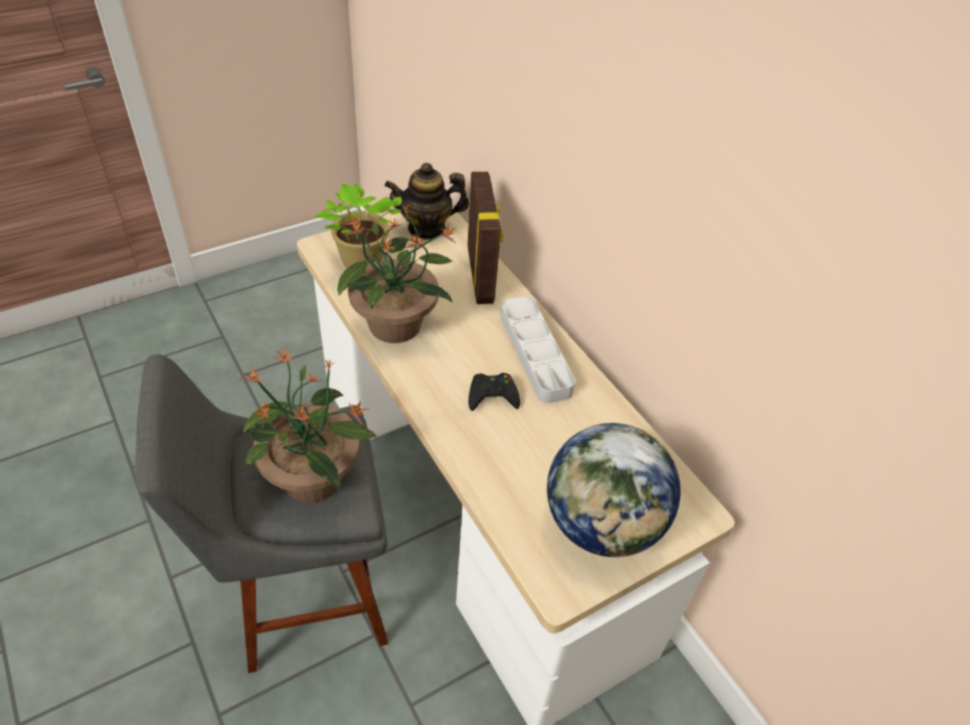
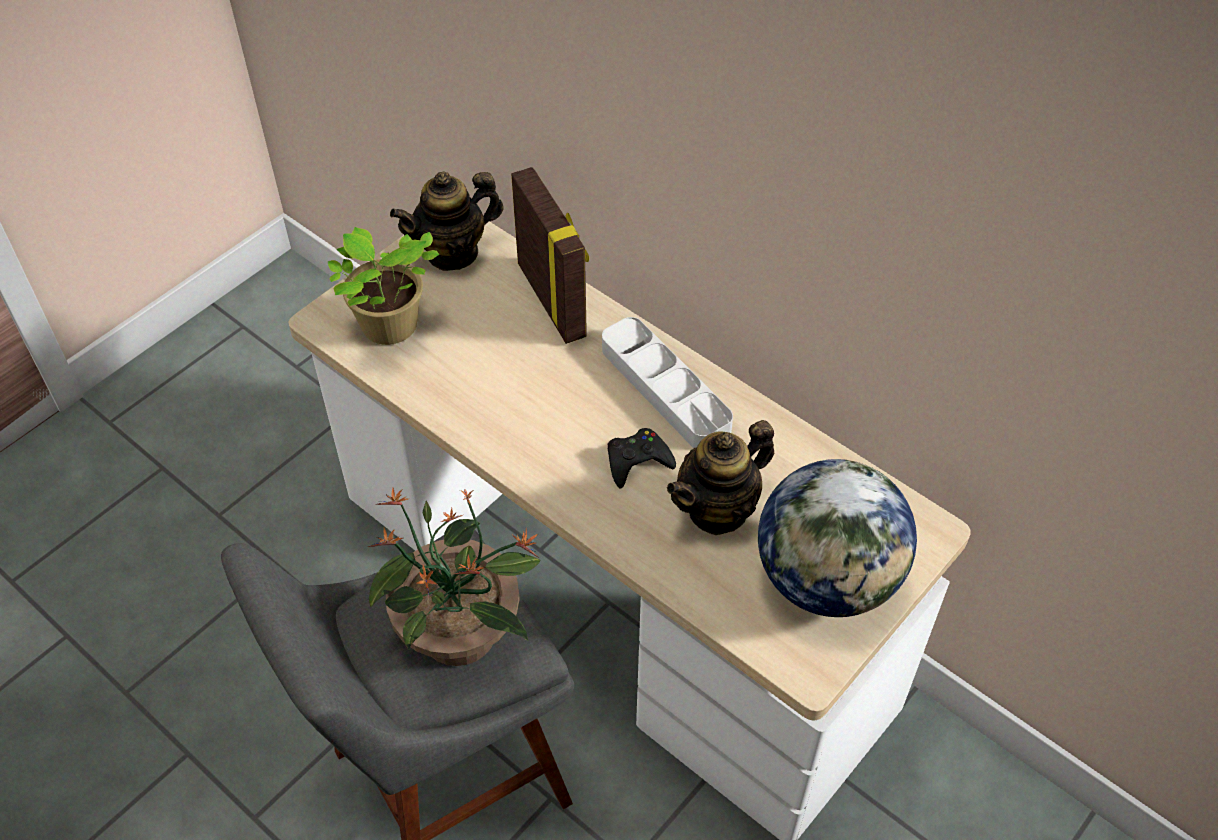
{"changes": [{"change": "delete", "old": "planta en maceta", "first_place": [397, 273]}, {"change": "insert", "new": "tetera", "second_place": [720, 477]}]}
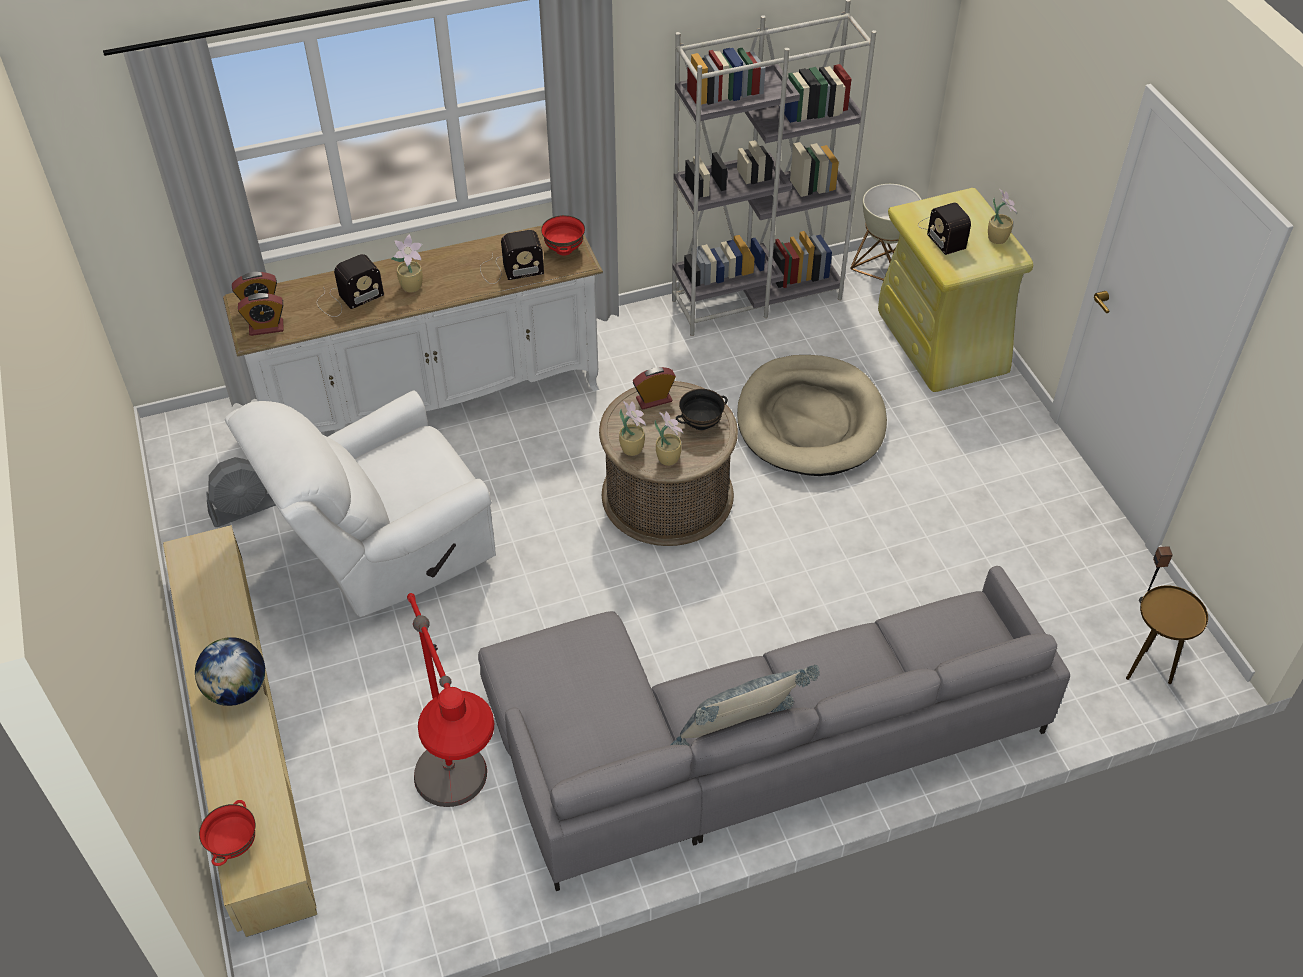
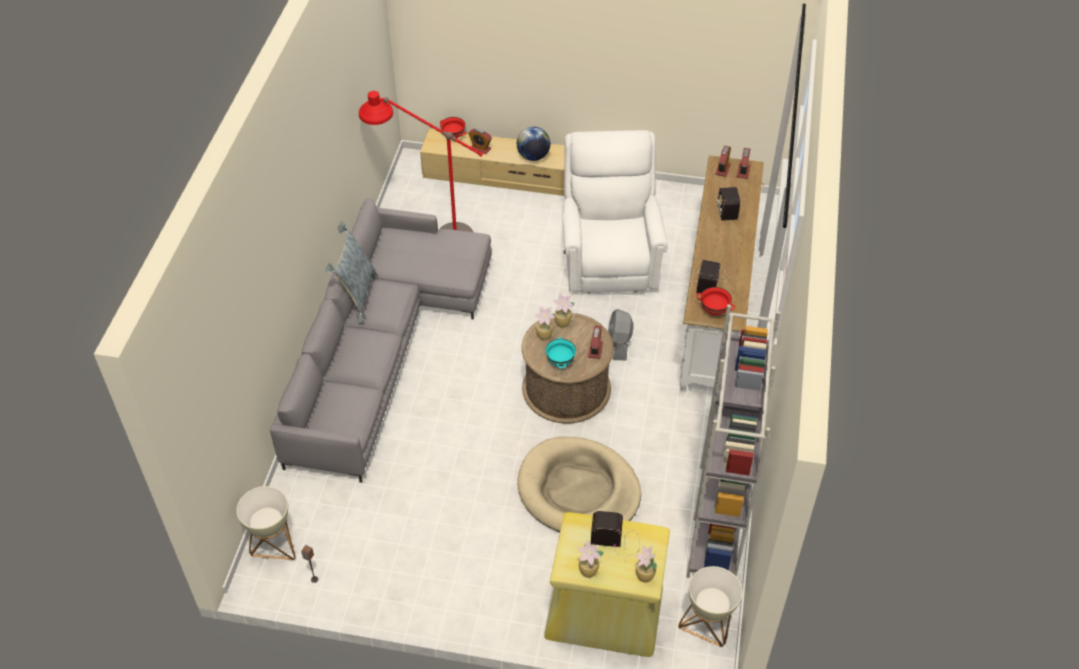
{"changes": [{"change": "insert", "new": "despertador", "second_place": [480, 141]}, {"change": "move", "old": "ventilador/gris", "first_place": [241, 492], "second_place": [621, 334]}, {"change": "move", "old": "planta en maceta", "first_place": [407, 263], "second_place": [646, 564]}, {"change": "replace", "old": "mesa auxiliar/marrón", "new": "maceta", "first_place": [1167, 634], "second_place": [266, 523]}, {"change": "recolor", "old": "cuenco/negro", "new": "cuenco/turquesa", "first_place": [702, 409], "second_place": [560, 352]}]}
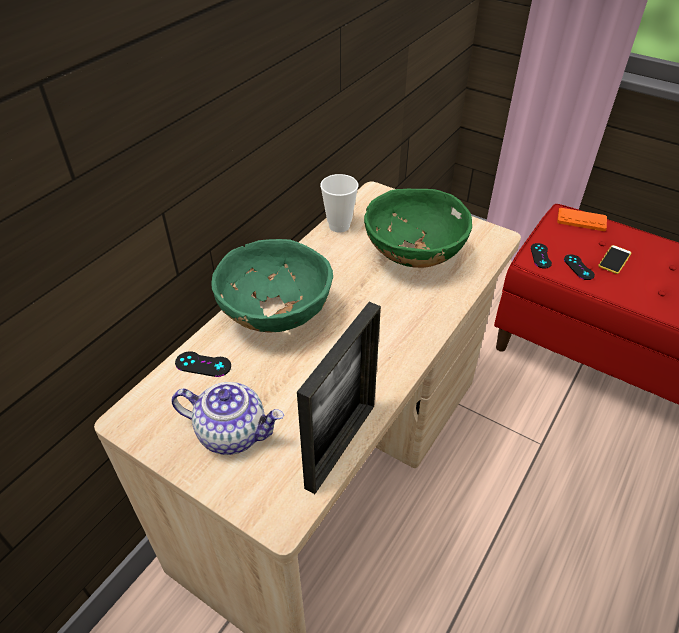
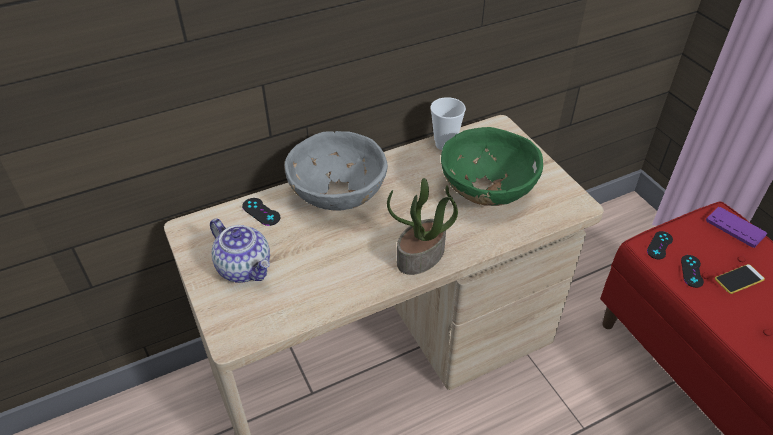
{"changes": [{"change": "delete", "old": "portarretratos", "first_place": [339, 398]}, {"change": "insert", "new": "planta en maceta", "second_place": [422, 226]}, {"change": "recolor", "old": "cuenco/verde", "new": "cuenco/gris", "first_place": [272, 286], "second_place": [336, 170]}, {"change": "recolor", "old": "mando de consola/naranja", "new": "mando de consola/morado", "first_place": [582, 219], "second_place": [736, 227]}]}
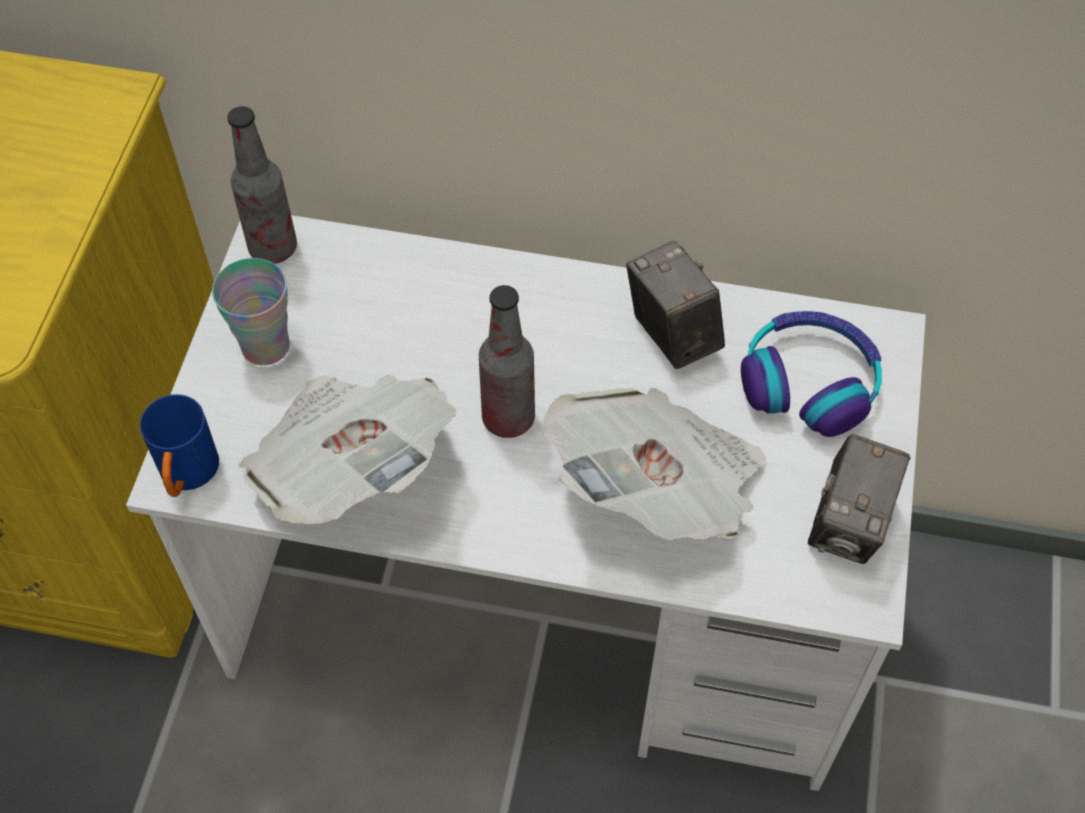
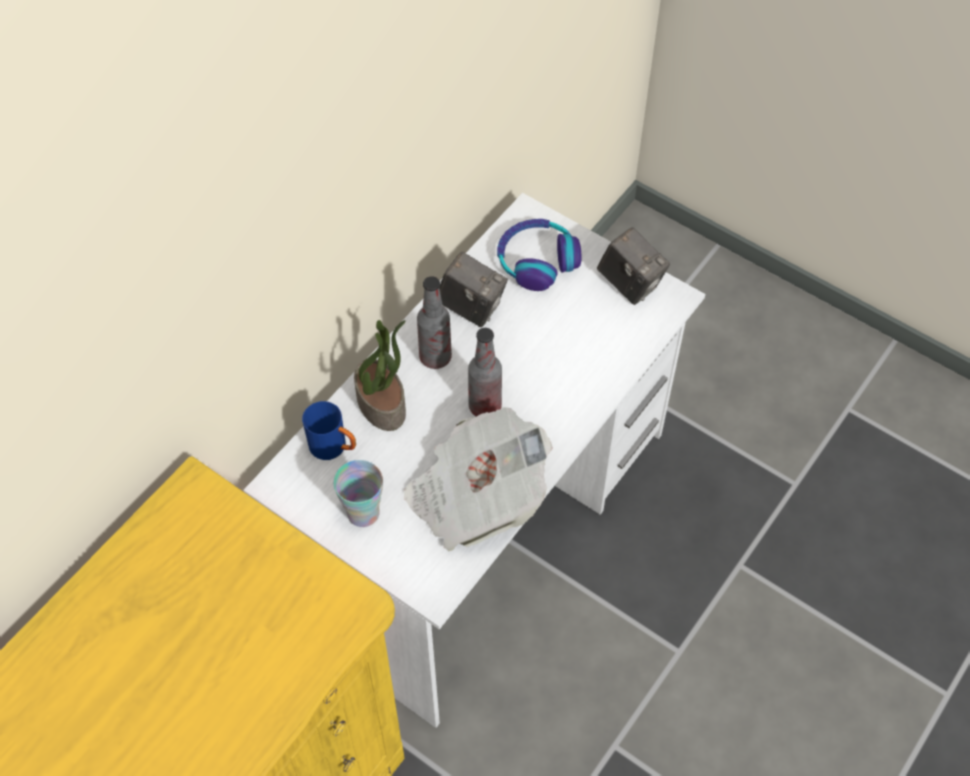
{"changes": [{"change": "delete", "old": "periódico", "first_place": [654, 464]}, {"change": "insert", "new": "planta en maceta", "second_place": [380, 375]}, {"change": "move", "old": "taza grande/azul", "first_place": [179, 445], "second_place": [329, 430]}, {"change": "move", "old": "botella", "first_place": [262, 185], "second_place": [434, 322]}, {"change": "rotate", "old": "cámara", "first_place": [675, 305], "second_place": [473, 289], "degrees": -150}]}
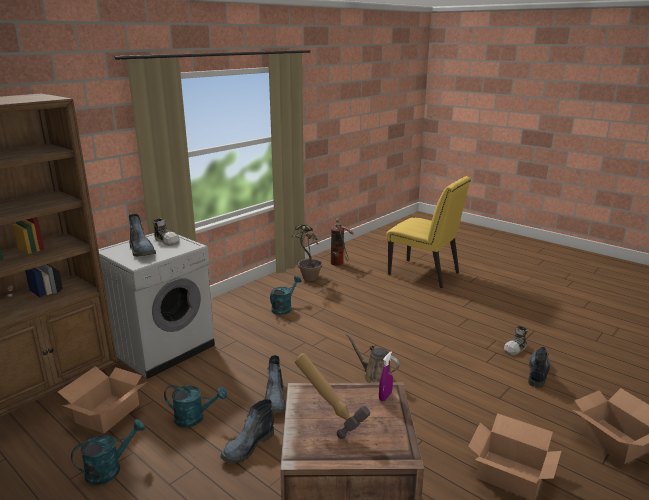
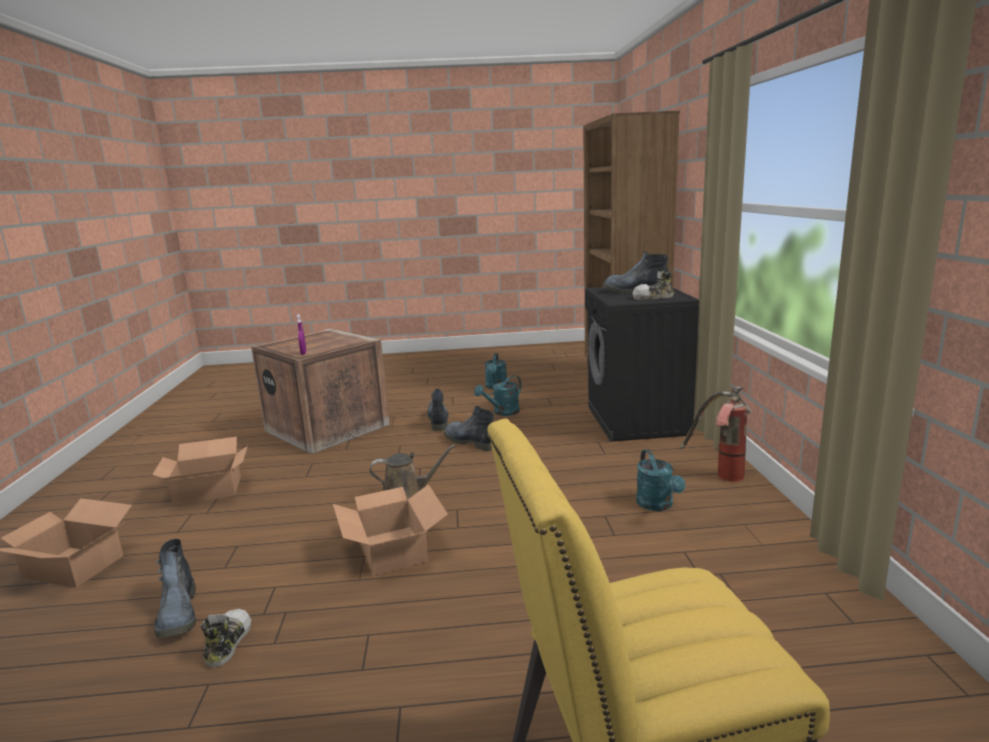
{"changes": [{"change": "delete", "old": "planta en maceta", "first_place": [306, 253]}, {"change": "delete", "old": "martillo", "first_place": [332, 396]}, {"change": "move", "old": "caja de cartón", "first_place": [102, 399], "second_place": [390, 530]}, {"change": "move", "old": "extintor", "first_place": [342, 242], "second_place": [715, 434]}, {"change": "recolor", "old": "lavadora/blanco", "new": "lavadora/negro", "first_place": [156, 306], "second_place": [642, 364]}]}
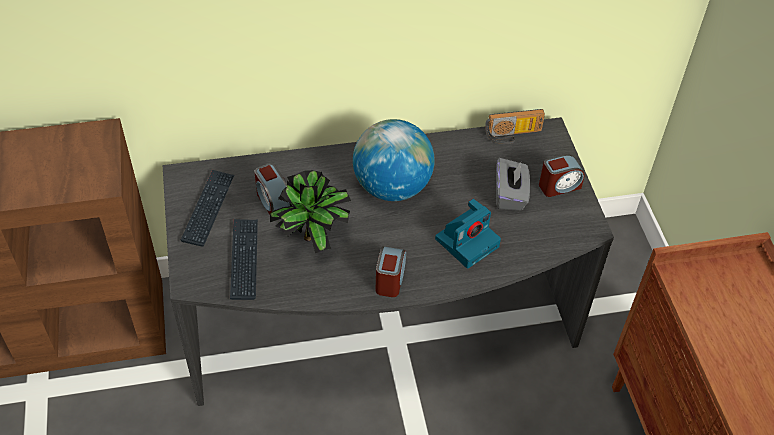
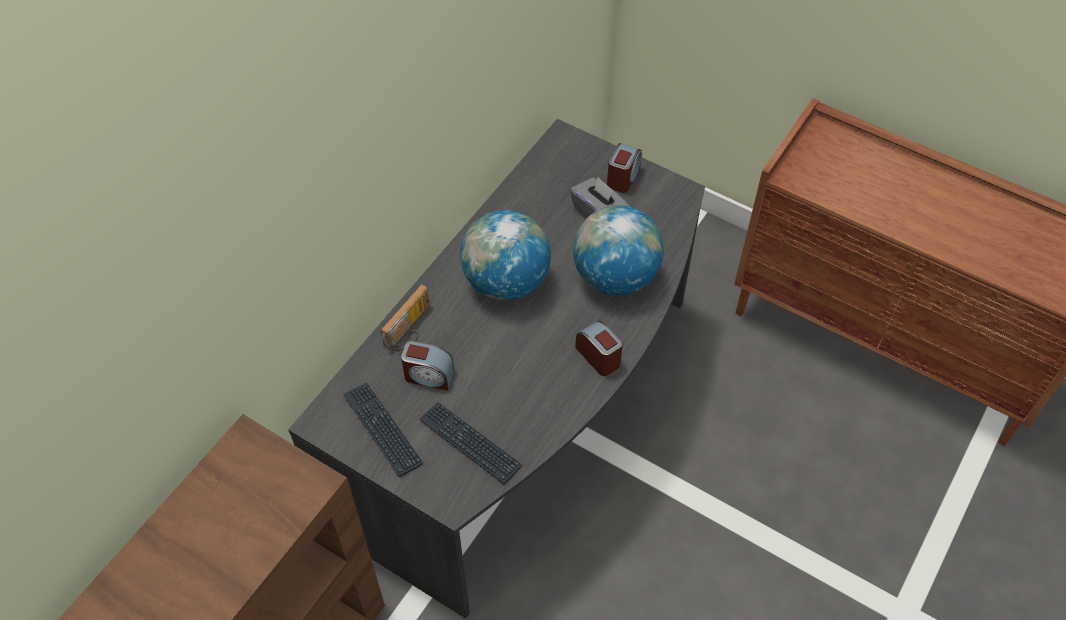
{"changes": [{"change": "delete", "old": "planta en maceta", "first_place": [310, 211]}, {"change": "move", "old": "radio", "first_place": [515, 126], "second_place": [405, 318]}, {"change": "replace", "old": "cámara", "new": "globo terráqueo", "first_place": [468, 234], "second_place": [618, 250]}]}
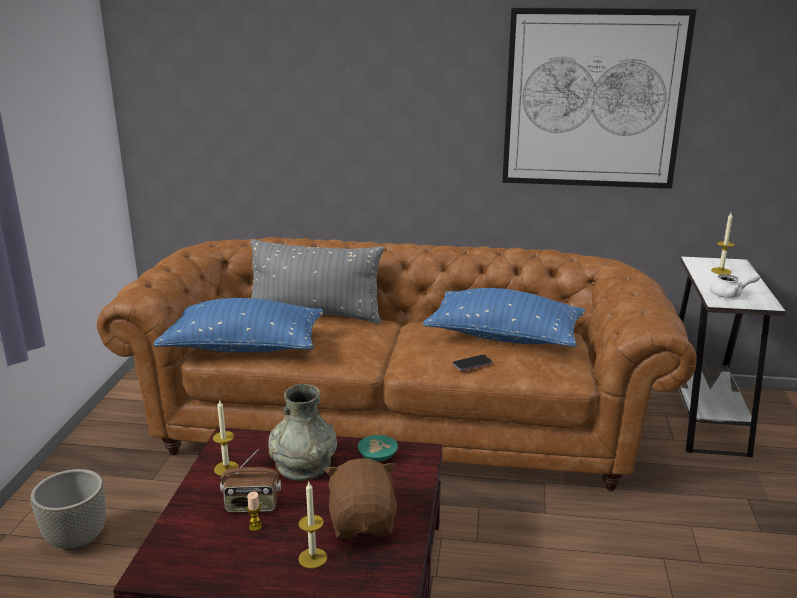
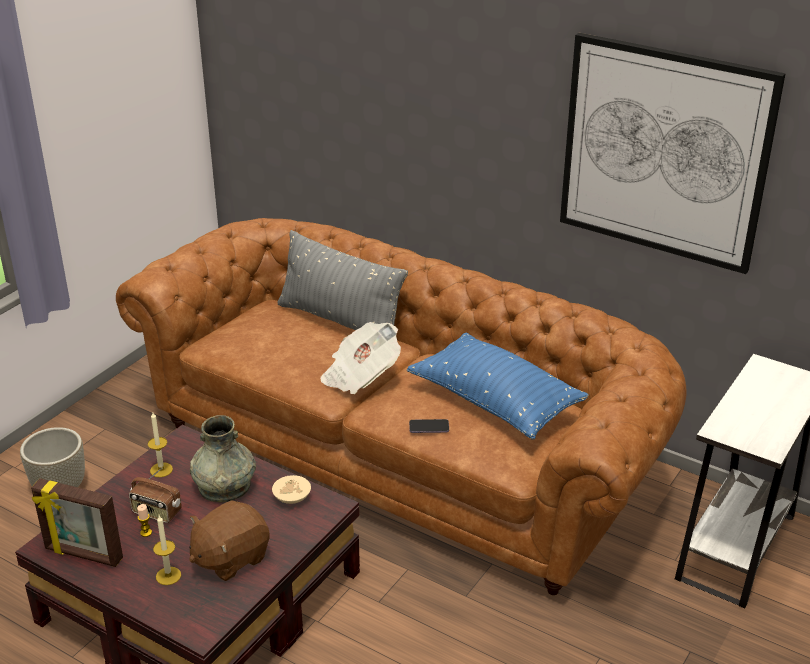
{"changes": [{"change": "delete", "old": "cojín/azul", "first_place": [238, 325]}, {"change": "delete", "old": "tetera/blanco", "first_place": [735, 285]}, {"change": "delete", "old": "vela", "first_place": [723, 244]}, {"change": "insert", "new": "portarretratos", "second_place": [77, 522]}, {"change": "insert", "new": "periódico", "second_place": [360, 358]}, {"change": "recolor", "old": "cuenco/turquesa", "new": "cuenco/beis", "first_place": [378, 448], "second_place": [291, 489]}, {"change": "rotate", "old": "peluche/marrón", "first_place": [360, 498], "second_place": [229, 540], "degrees": -150}]}
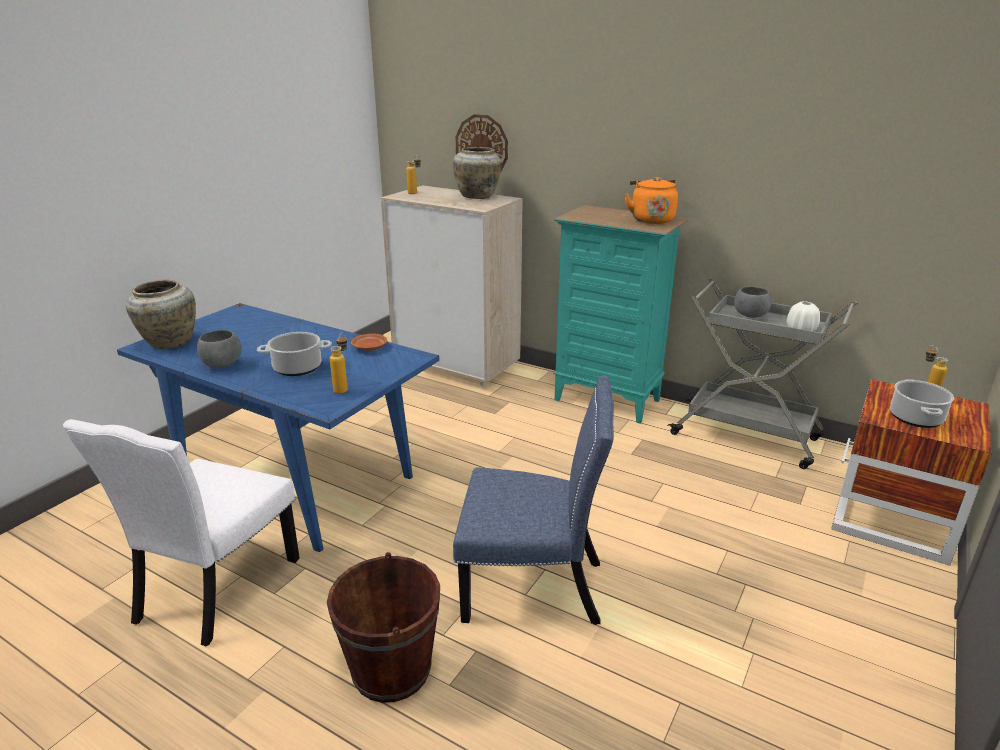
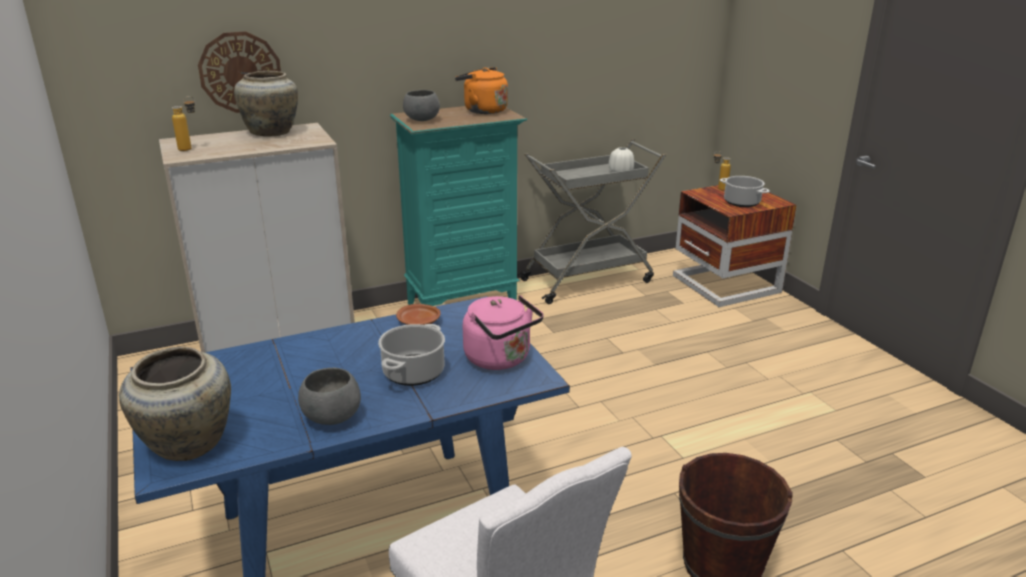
{"changes": [{"change": "delete", "old": "silla/azul", "first_place": [533, 500]}, {"change": "move", "old": "cuenco/gris", "first_place": [753, 302], "second_place": [421, 105]}, {"change": "replace", "old": "botella", "new": "hervidor/rosa", "first_place": [339, 363], "second_place": [503, 332]}]}
